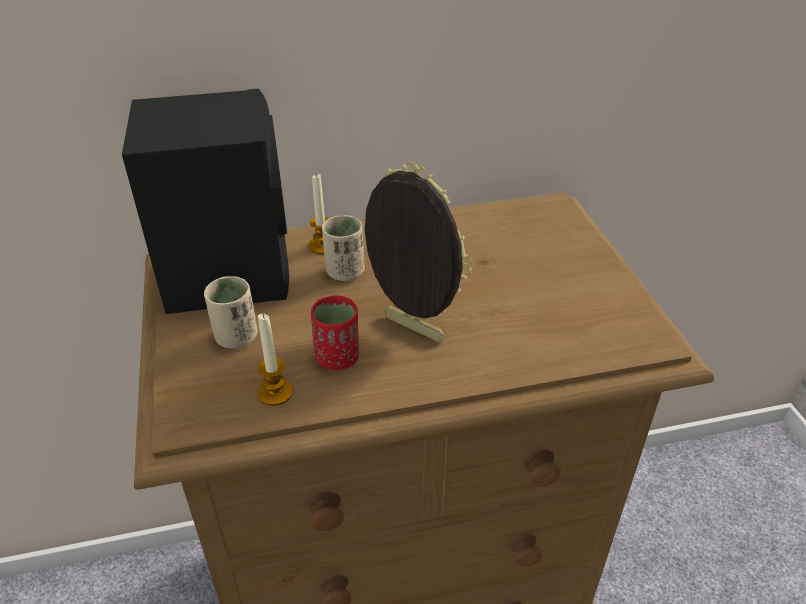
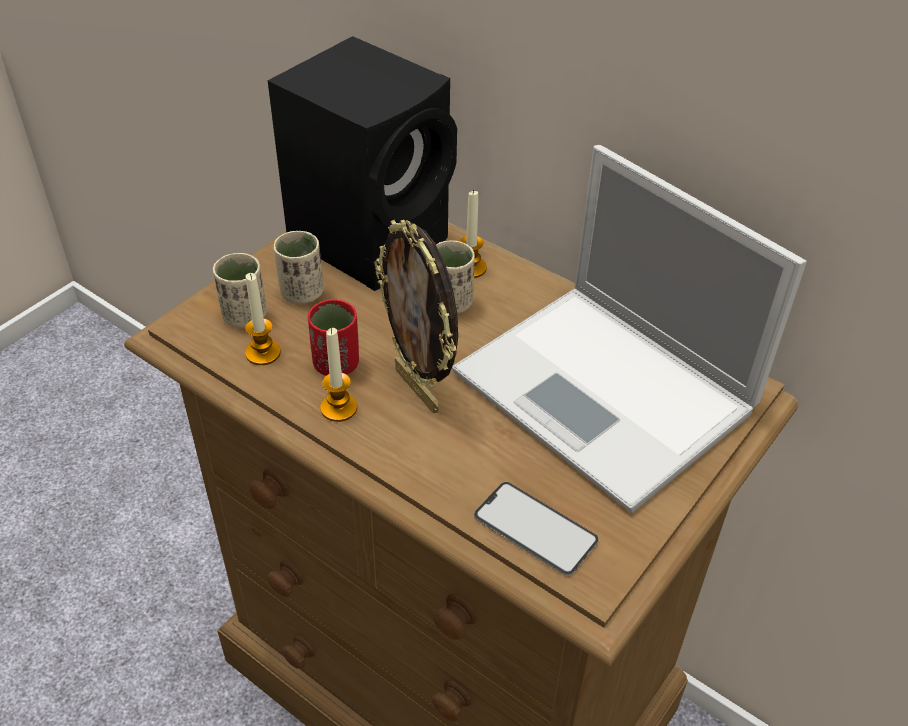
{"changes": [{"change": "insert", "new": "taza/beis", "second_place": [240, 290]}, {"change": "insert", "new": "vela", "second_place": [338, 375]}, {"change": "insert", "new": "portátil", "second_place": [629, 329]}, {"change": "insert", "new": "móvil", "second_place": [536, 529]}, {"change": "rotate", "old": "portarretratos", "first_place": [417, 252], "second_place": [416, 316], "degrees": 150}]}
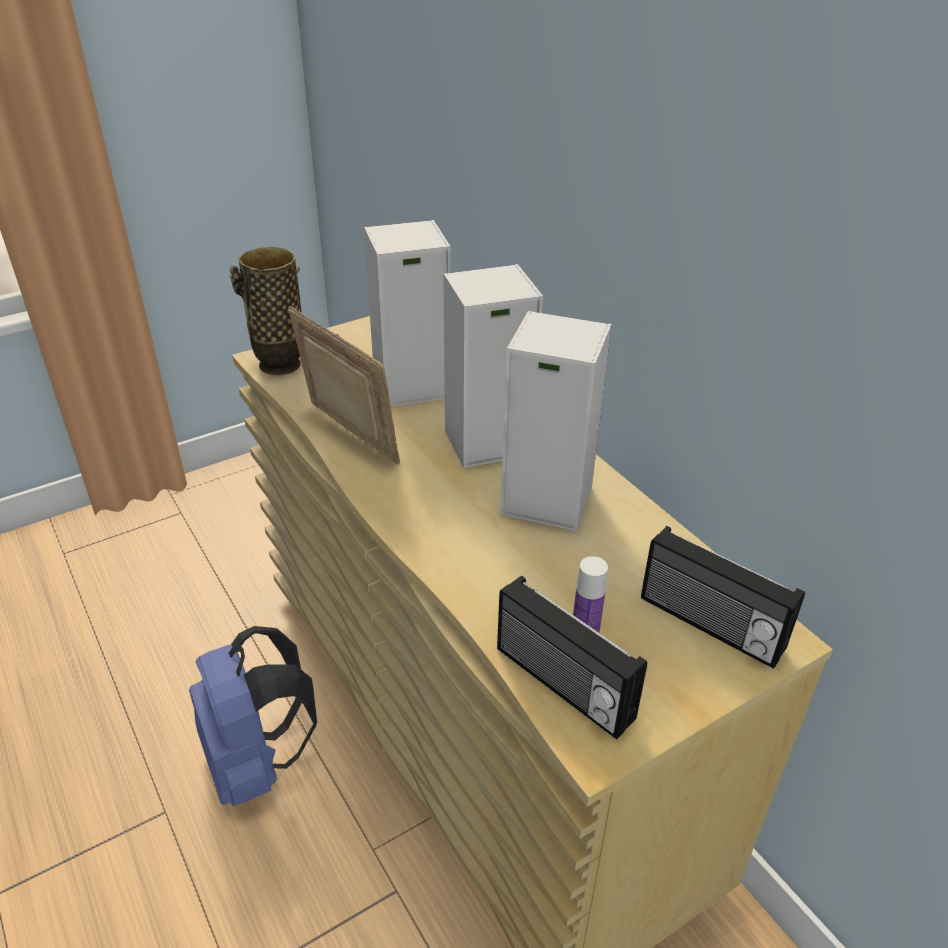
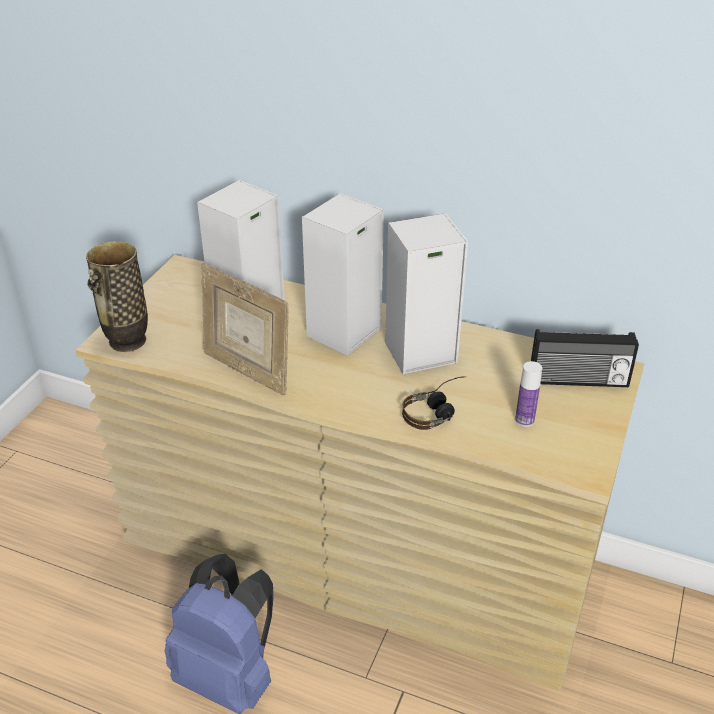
{"changes": [{"change": "delete", "old": "radio", "first_place": [572, 657]}, {"change": "insert", "new": "auriculares", "second_place": [433, 403]}, {"change": "rotate", "old": "portarretratos", "first_place": [344, 385], "second_place": [245, 329], "degrees": -150}]}
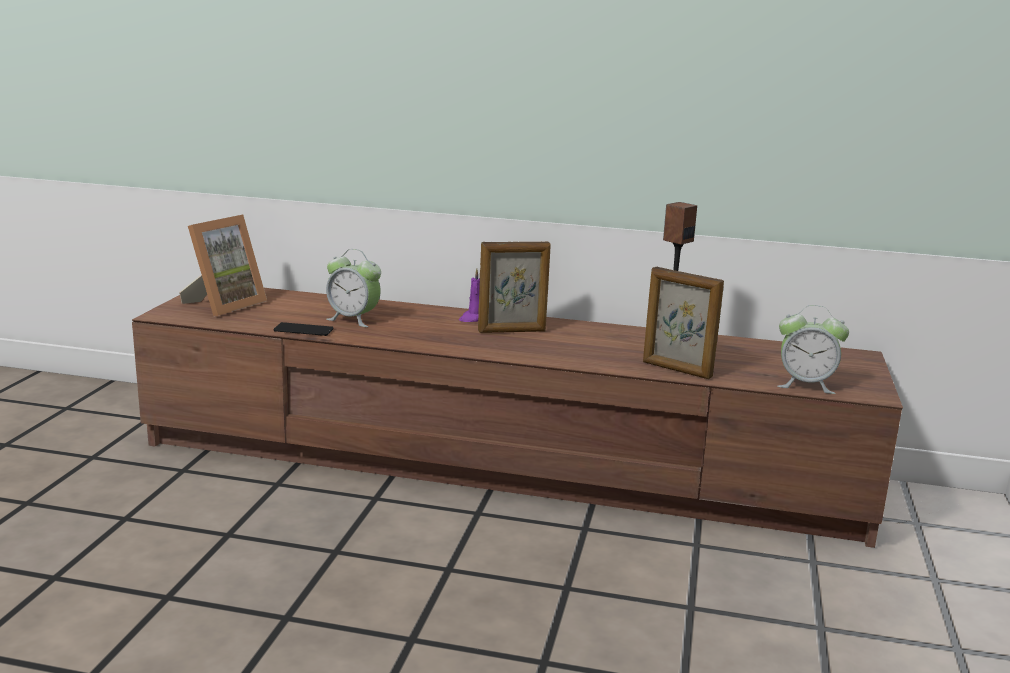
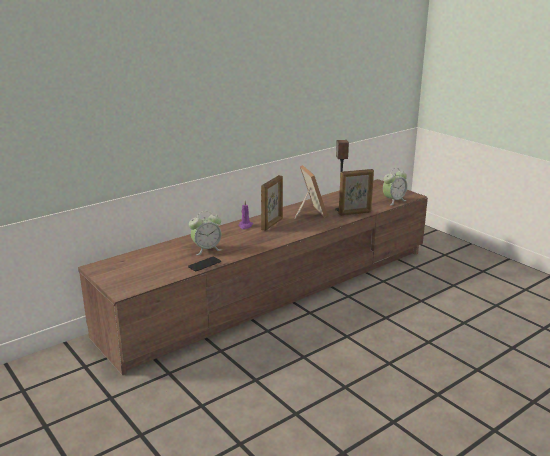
{"changes": [{"change": "move", "old": "portarretratos", "first_place": [223, 266], "second_place": [311, 192]}]}
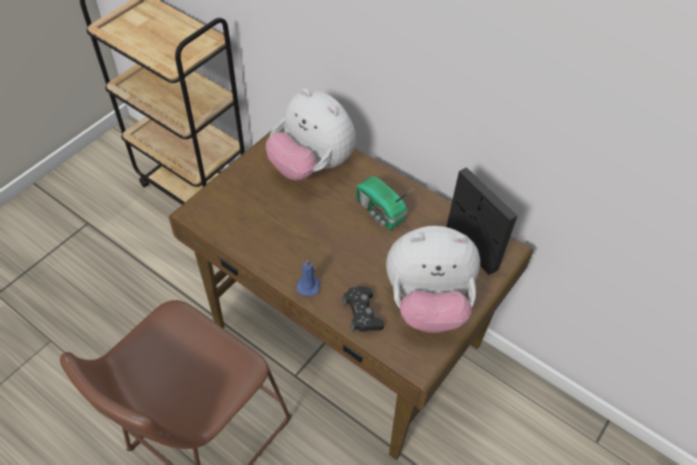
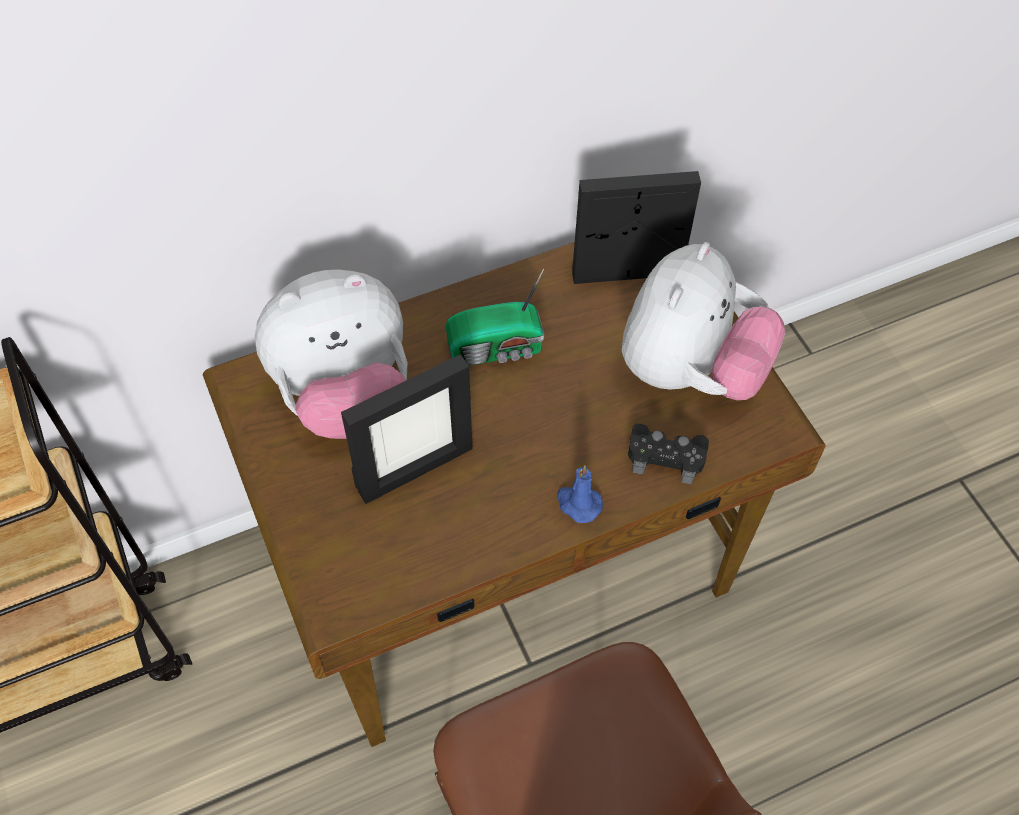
{"changes": [{"change": "insert", "new": "portarretratos", "second_place": [407, 429]}]}
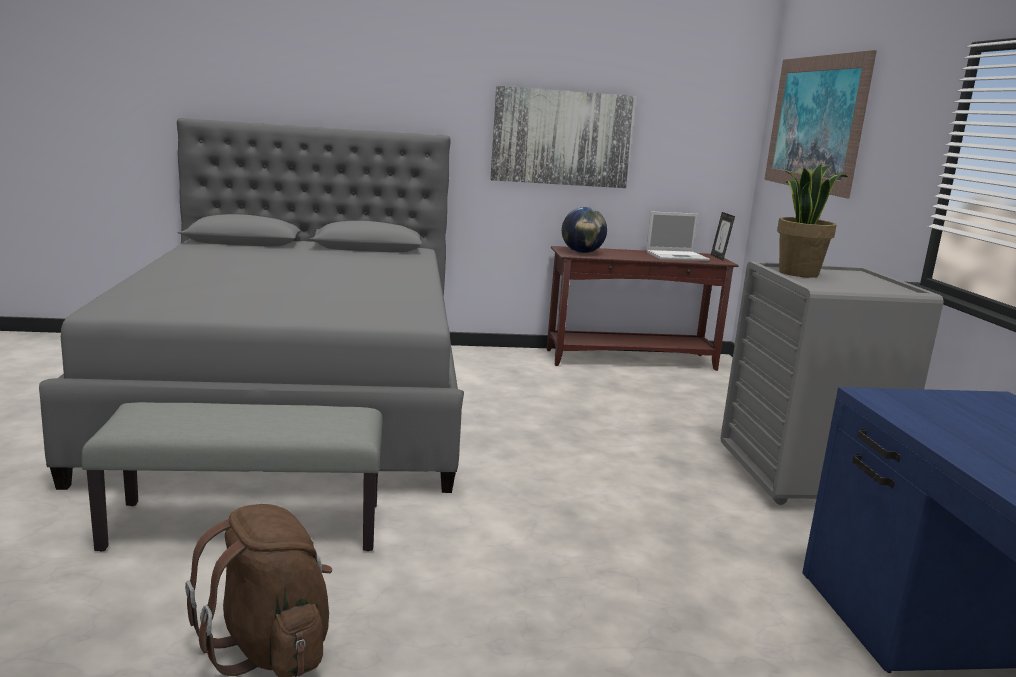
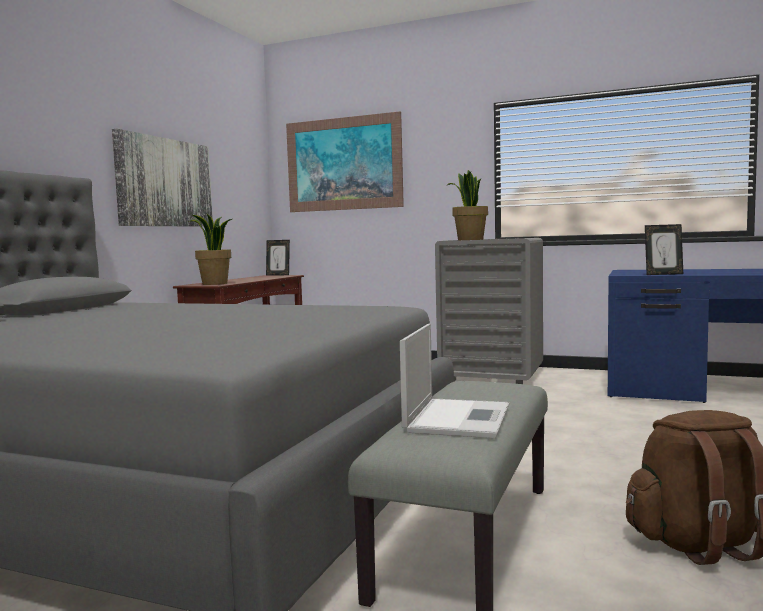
{"changes": [{"change": "insert", "new": "portarretratos", "second_place": [664, 249]}, {"change": "move", "old": "portátil", "first_place": [678, 236], "second_place": [454, 381]}, {"change": "replace", "old": "globo terráqueo", "new": "planta en maceta", "first_place": [584, 230], "second_place": [210, 249]}]}
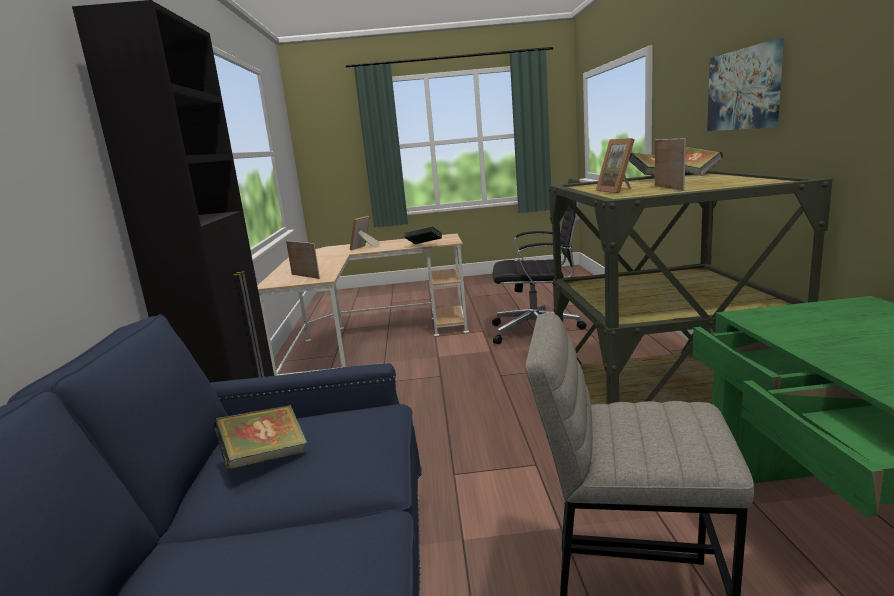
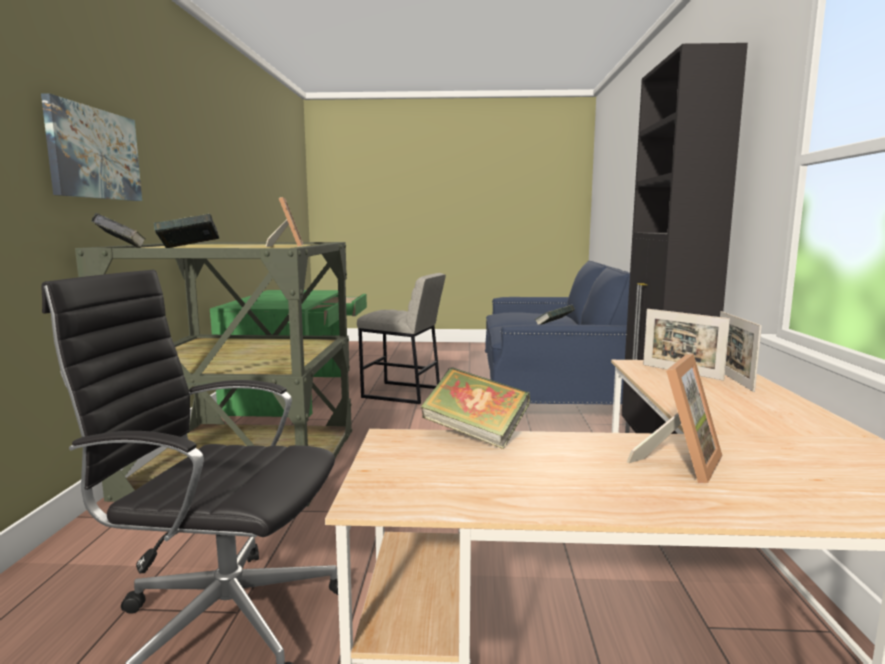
{"changes": [{"change": "move", "old": "portarretratos", "first_place": [670, 165], "second_place": [741, 351]}]}
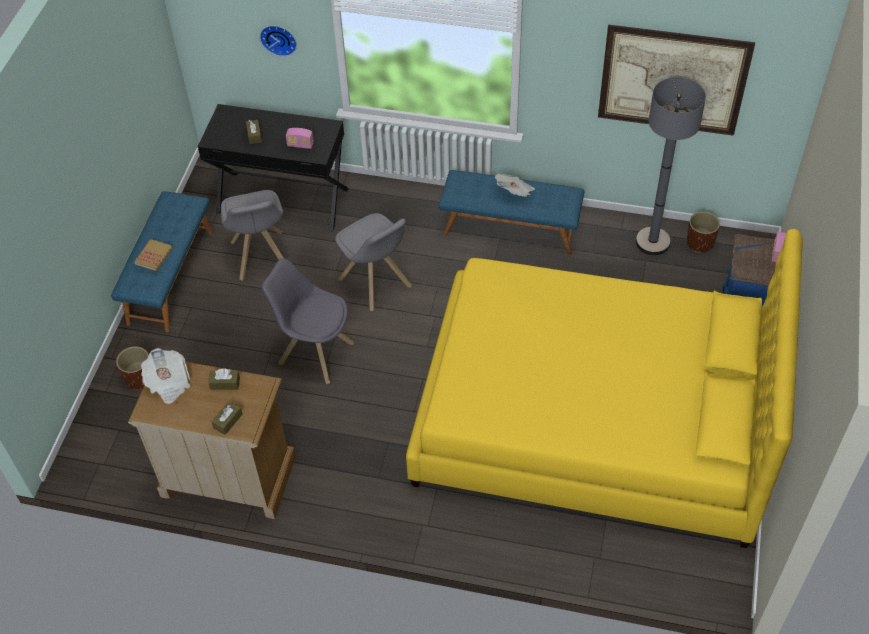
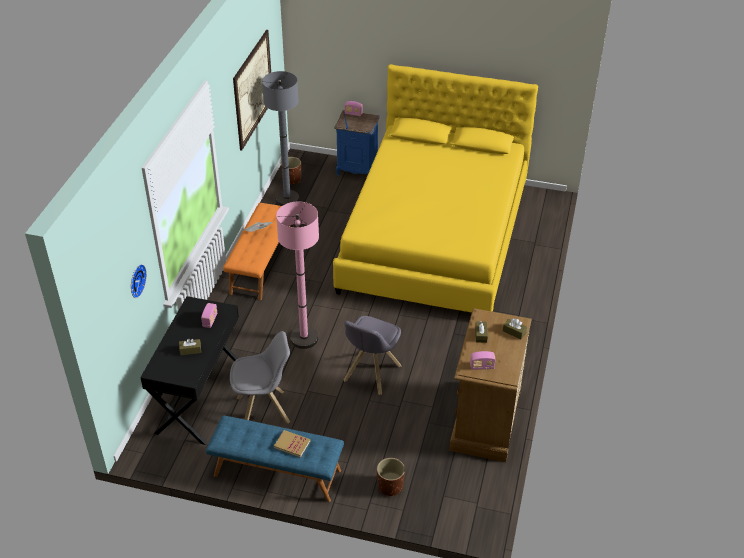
{"changes": [{"change": "replace", "old": "periódico", "new": "radio", "first_place": [166, 376], "second_place": [482, 360]}, {"change": "replace", "old": "silla/gris", "new": "lámpara de pie/rosa", "first_place": [373, 262], "second_place": [297, 275]}, {"change": "recolor", "old": "banco/azul", "new": "banco/naranja", "first_place": [511, 212], "second_place": [257, 251]}]}
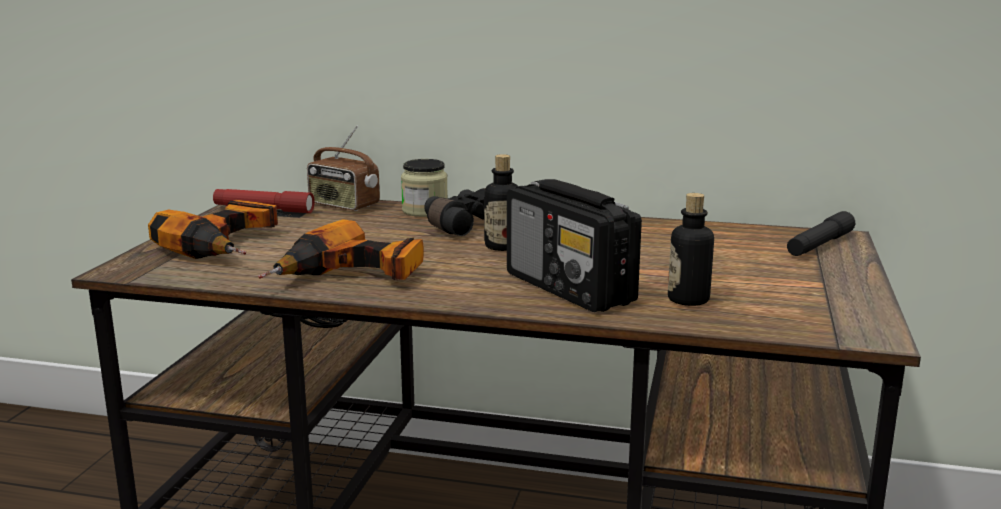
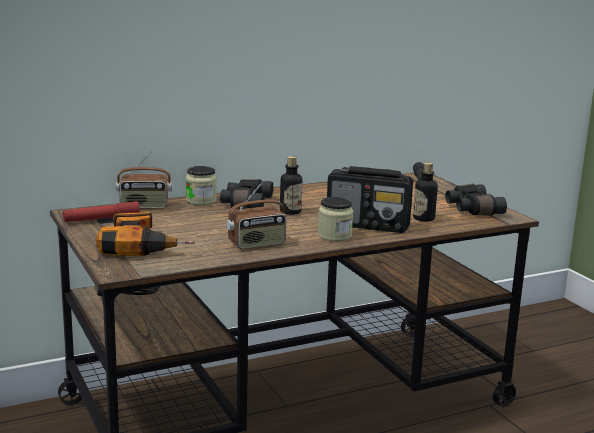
{"changes": [{"change": "insert", "new": "tarro", "second_place": [335, 219]}, {"change": "insert", "new": "prismáticos/negro", "second_place": [476, 200]}, {"change": "replace", "old": "taladro", "new": "radio", "first_place": [341, 249], "second_place": [256, 215]}]}
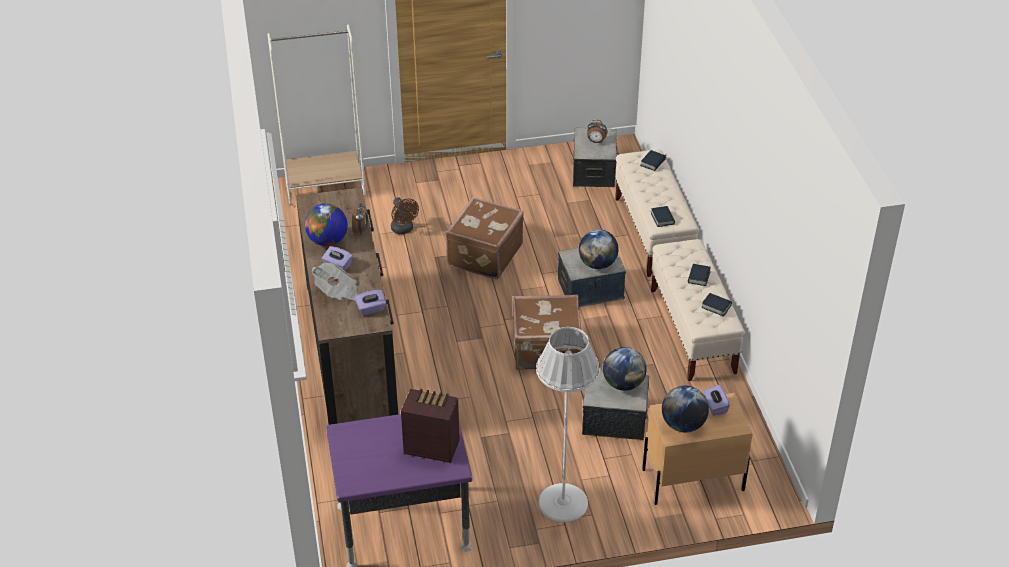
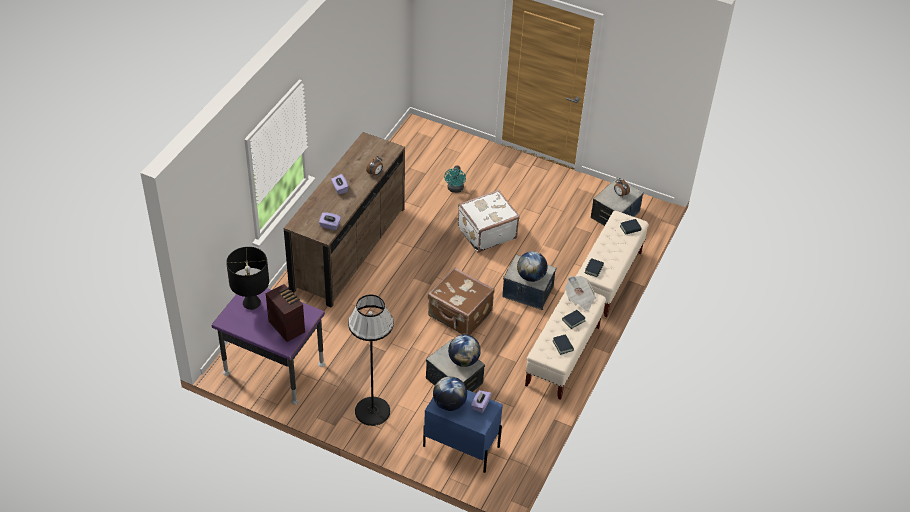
{"changes": [{"change": "delete", "old": "perchero", "first_place": [316, 115]}, {"change": "delete", "old": "globo terráqueo", "first_place": [326, 225]}, {"change": "insert", "new": "lámpara de mesa/negro", "second_place": [247, 278]}, {"change": "move", "old": "periódico", "first_place": [335, 281], "second_place": [580, 293]}, {"change": "recolor", "old": "ventilador/marrón", "new": "ventilador/turquesa", "first_place": [405, 215], "second_place": [455, 179]}, {"change": "recolor", "old": "maleta/marrón", "new": "maleta/blanco", "first_place": [485, 238], "second_place": [489, 221]}, {"change": "recolor", "old": "lámpara de pie/blanco", "new": "lámpara de pie/negro", "first_place": [568, 424], "second_place": [371, 360]}, {"change": "recolor", "old": "mesita de noche/beis", "new": "mesita de noche/azul", "first_place": [697, 449], "second_place": [463, 431]}]}
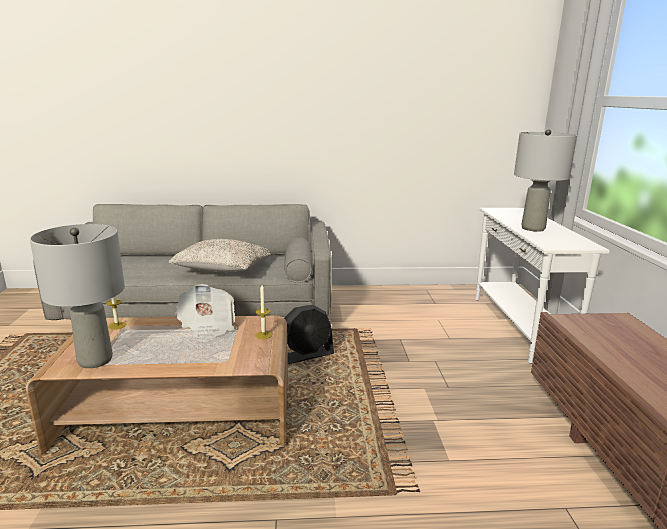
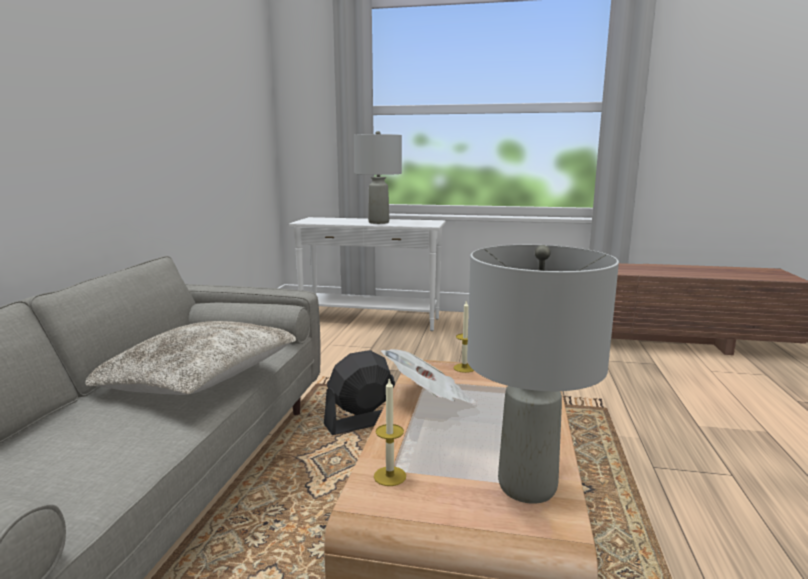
{"changes": [{"change": "rotate", "old": "ventilador/negro", "first_place": [309, 334], "second_place": [359, 392], "degrees": -105}]}
